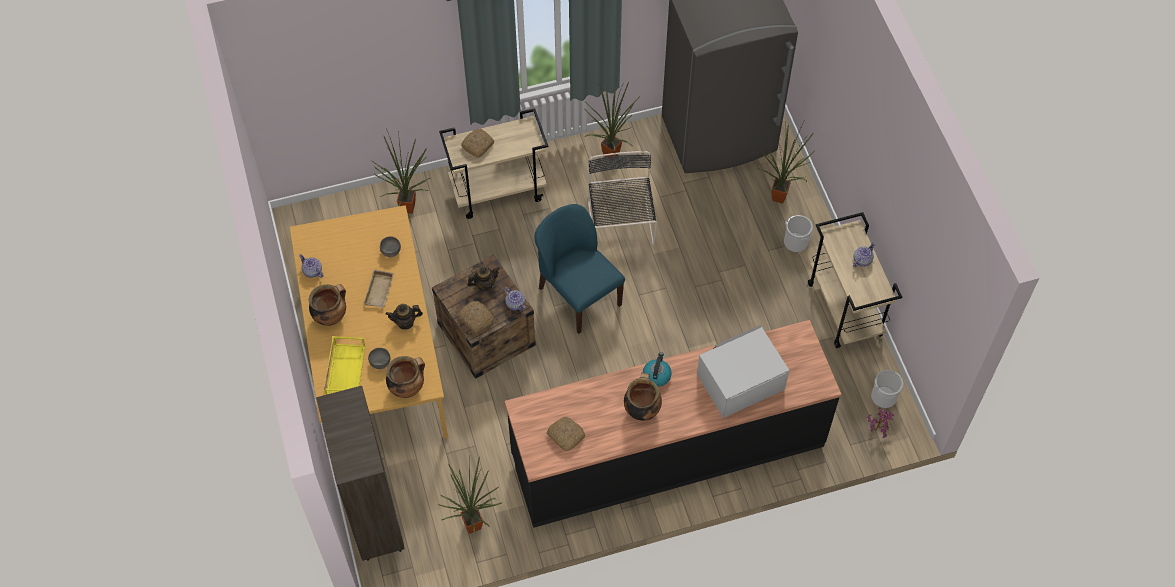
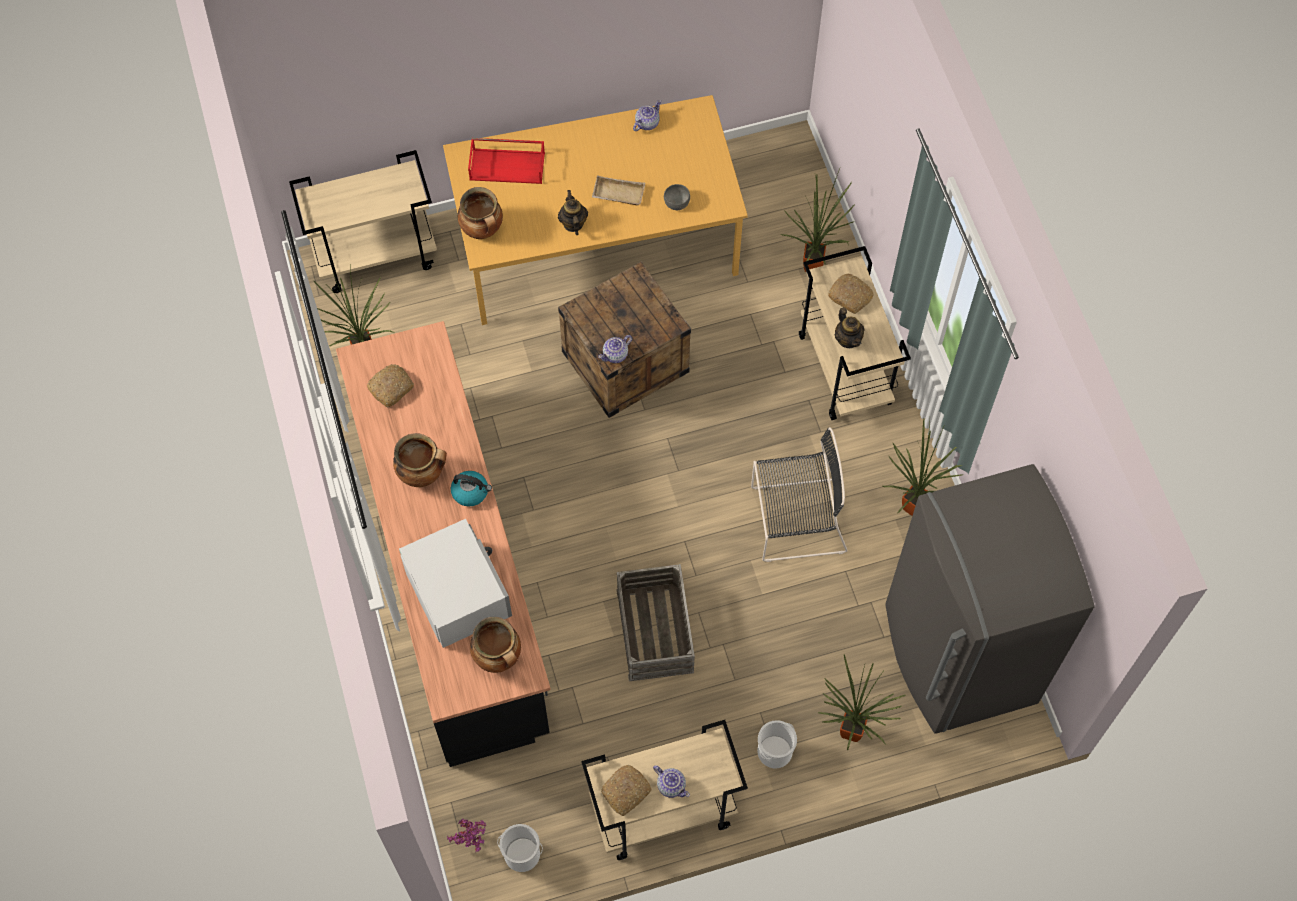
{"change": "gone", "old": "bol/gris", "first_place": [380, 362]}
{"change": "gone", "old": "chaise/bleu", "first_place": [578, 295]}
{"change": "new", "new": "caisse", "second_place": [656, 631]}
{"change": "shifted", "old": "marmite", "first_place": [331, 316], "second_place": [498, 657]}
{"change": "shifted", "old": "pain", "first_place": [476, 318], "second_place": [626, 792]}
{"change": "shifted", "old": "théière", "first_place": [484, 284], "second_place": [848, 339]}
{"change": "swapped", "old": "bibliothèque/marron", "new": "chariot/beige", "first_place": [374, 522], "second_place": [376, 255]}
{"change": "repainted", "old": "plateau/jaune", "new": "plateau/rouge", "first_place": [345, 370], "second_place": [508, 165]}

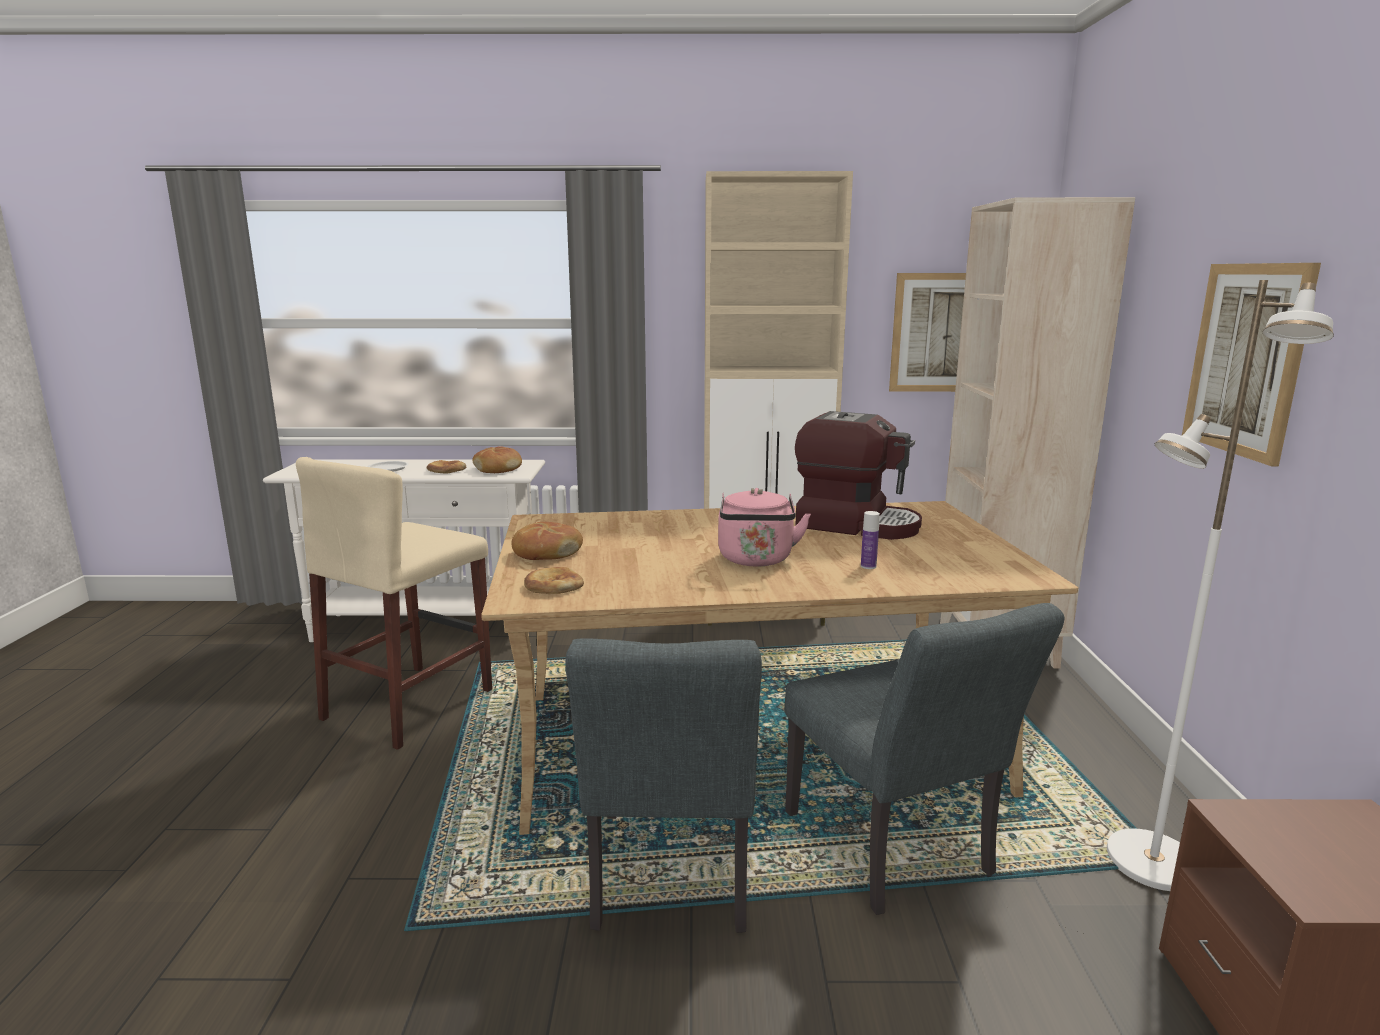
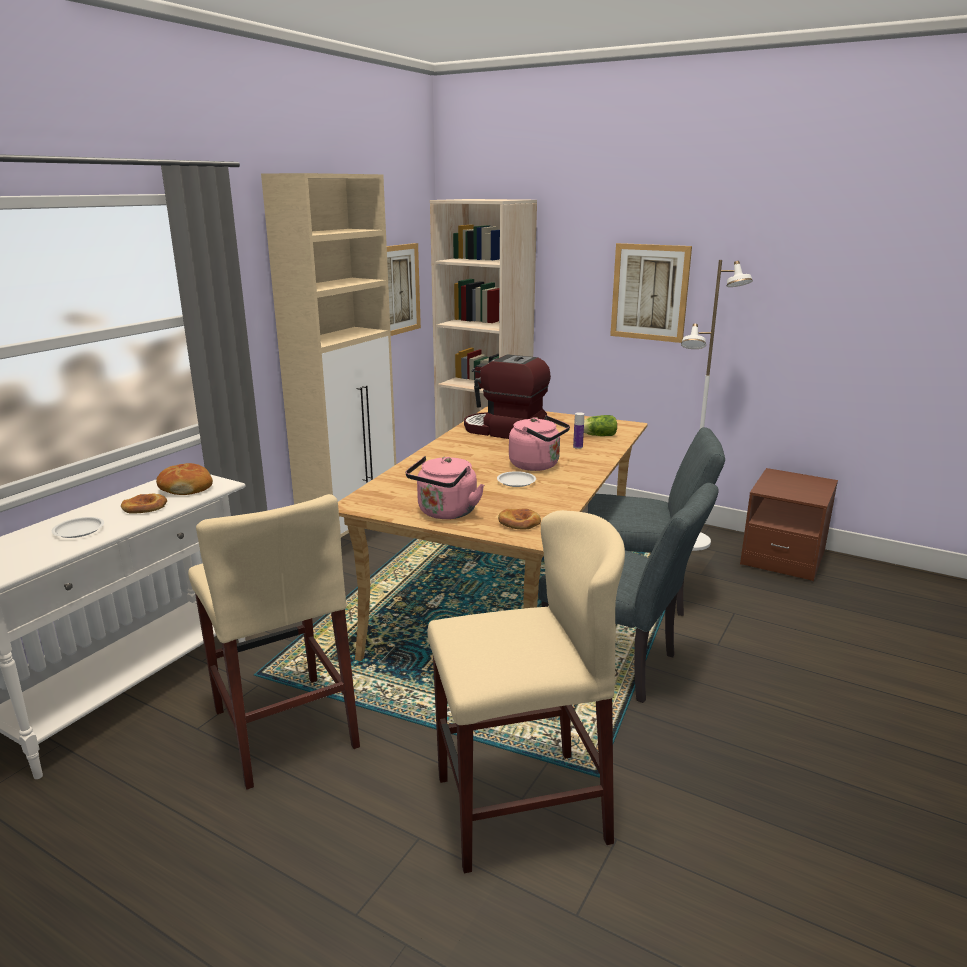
{"change": "new", "new": "tabouret/beige", "second_place": [521, 809]}
{"change": "new", "new": "assiette/blanc", "second_place": [516, 481]}
{"change": "new", "new": "laitue", "second_place": [597, 435]}
{"change": "swapped", "old": "pain", "new": "bouilloire/rose", "first_place": [546, 552], "second_place": [445, 513]}
{"change": "rotated", "old": "machine à café", "first_place": [856, 524], "second_place": [504, 431], "degrees": -120}

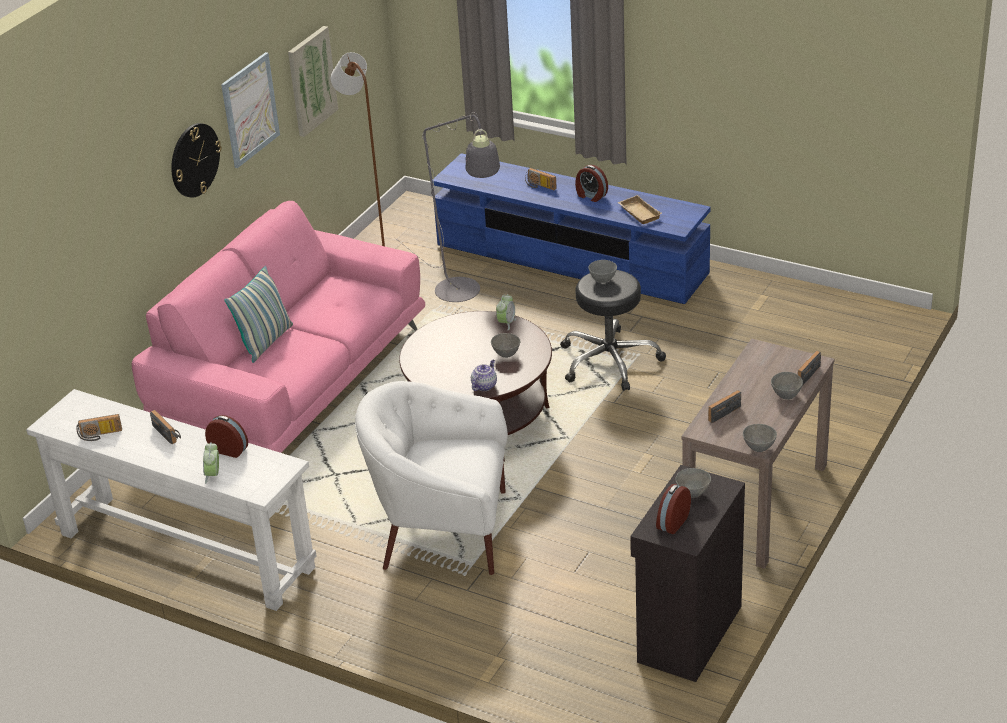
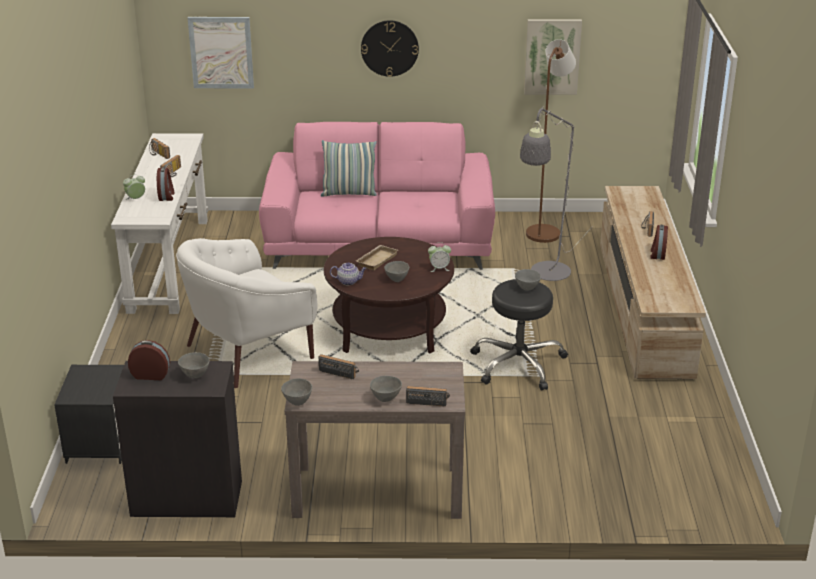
{"change": "new", "new": "table de chevet/noir", "second_place": [99, 442]}
{"change": "shifted", "old": "tableau", "first_place": [250, 109], "second_place": [221, 52]}
{"change": "shifted", "old": "plateau/beige", "first_place": [638, 213], "second_place": [376, 260]}
{"change": "repainted", "old": "meuble télé/bleu", "new": "meuble télé/beige", "first_place": [570, 260], "second_place": [643, 307]}
{"change": "rotated", "old": "fauteuil/blanc", "first_place": [443, 530], "second_place": [248, 351], "degrees": -105}

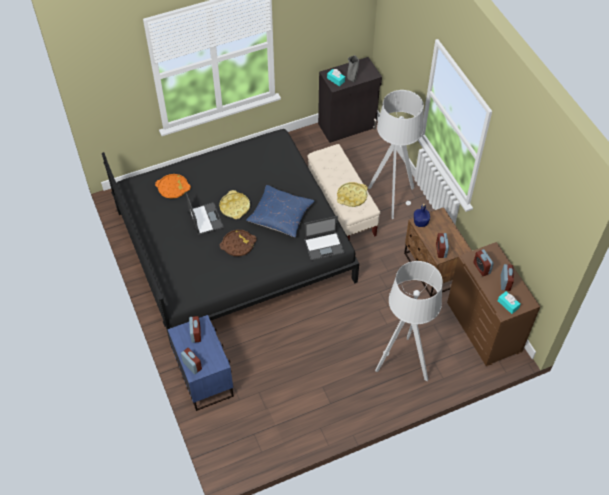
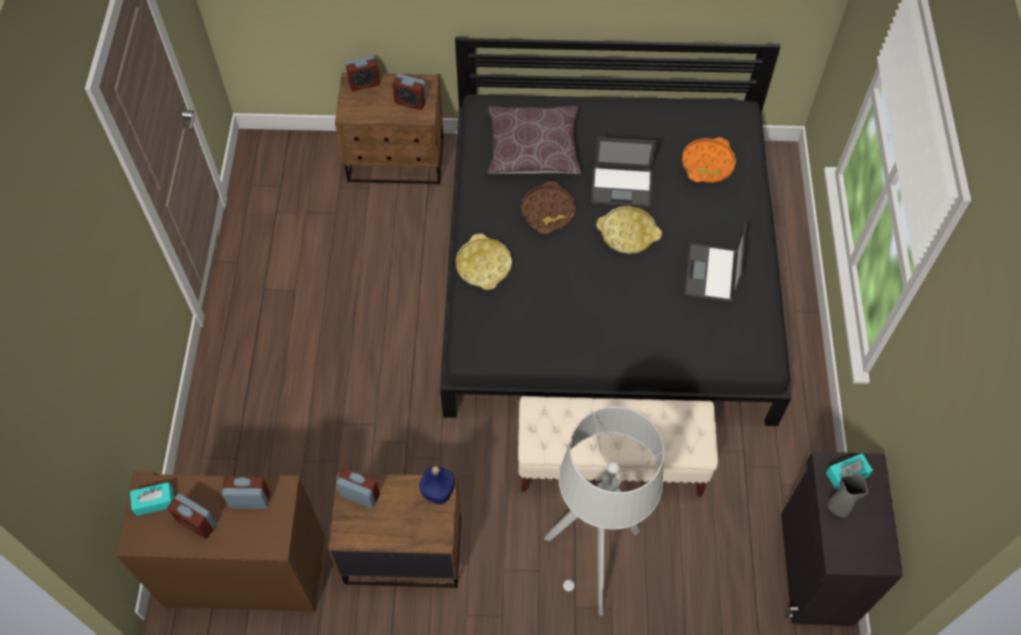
{"change": "gone", "old": "coussin/bleu", "first_place": [280, 216]}
{"change": "gone", "old": "lampadaire/gris", "first_place": [403, 362]}
{"change": "new", "new": "coussin/marron", "second_place": [533, 149]}
{"change": "shifted", "old": "ordinateur portable", "first_place": [324, 246], "second_place": [711, 274]}
{"change": "shifted", "old": "plateau/jaune", "first_place": [352, 196], "second_place": [483, 265]}
{"change": "repainted", "old": "table de chevet/bleu", "new": "table de chevet/marron", "first_place": [205, 377], "second_place": [396, 161]}

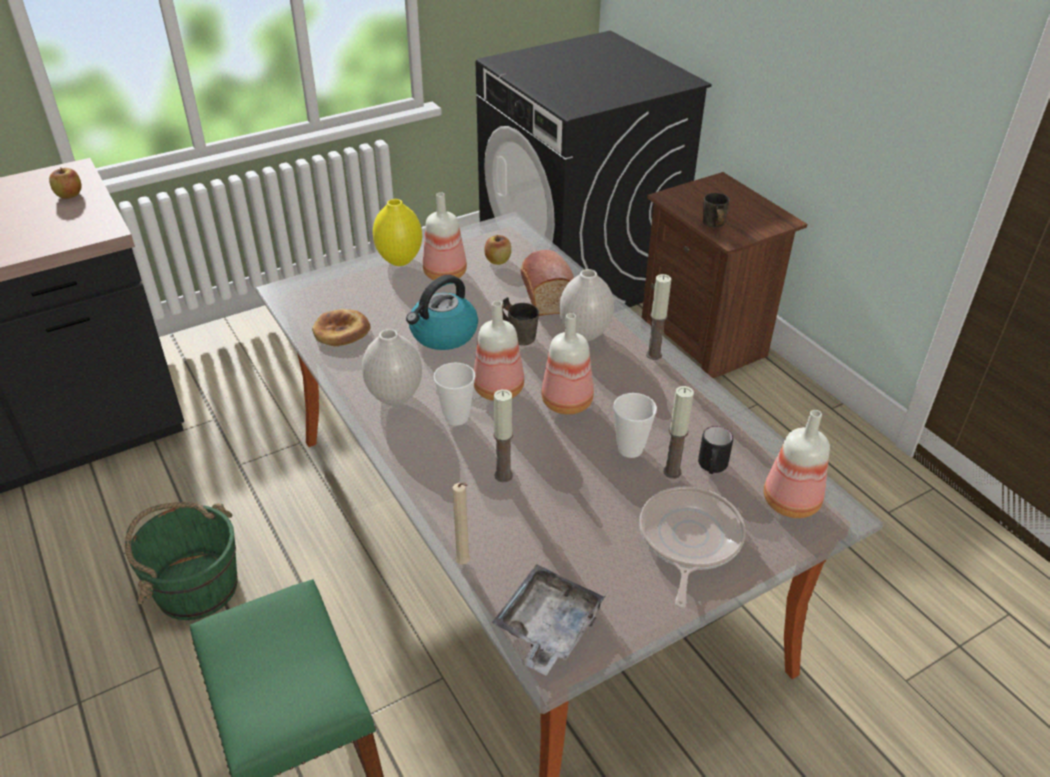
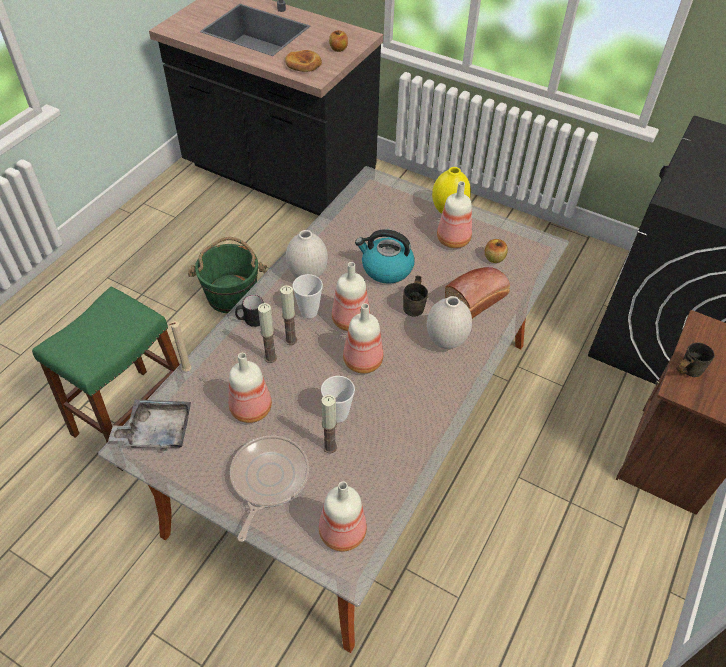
{"change": "new", "new": "bouteille", "second_place": [250, 408]}
{"change": "shifted", "old": "pain", "first_place": [341, 331], "second_place": [303, 64]}
{"change": "shifted", "old": "bougie", "first_place": [654, 355], "second_place": [290, 340]}
{"change": "shifted", "old": "mug/noir", "first_place": [712, 467], "second_place": [251, 320]}
{"change": "rotated", "old": "poêle", "first_place": [688, 540], "second_place": [268, 479], "degrees": -60}

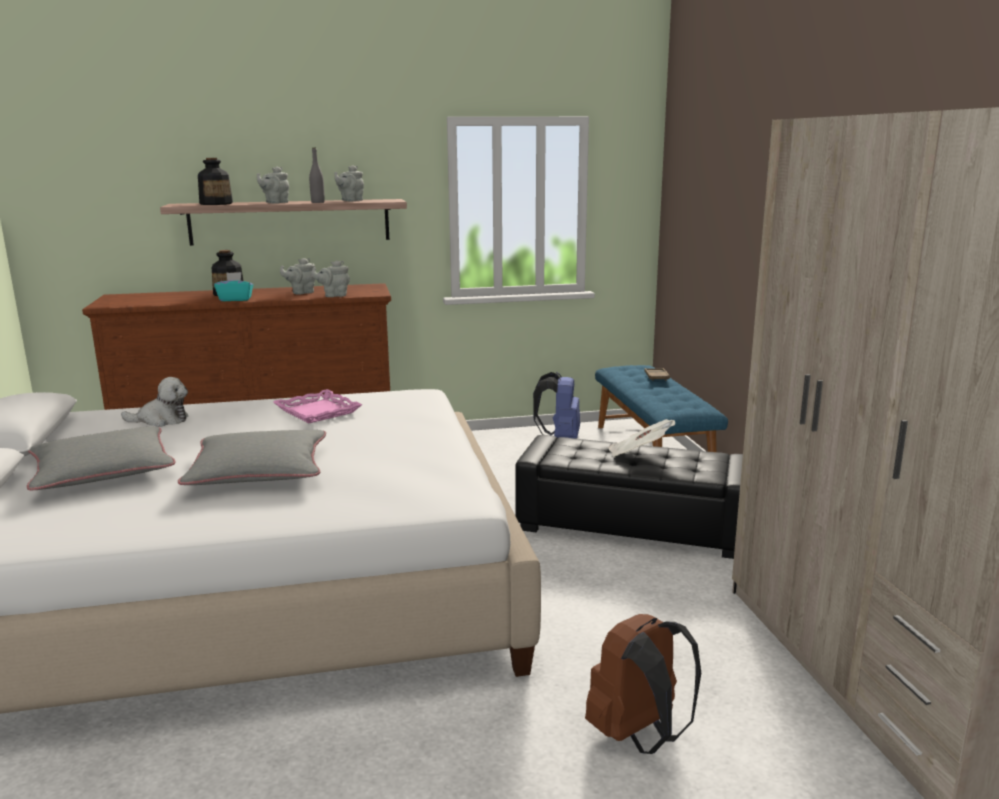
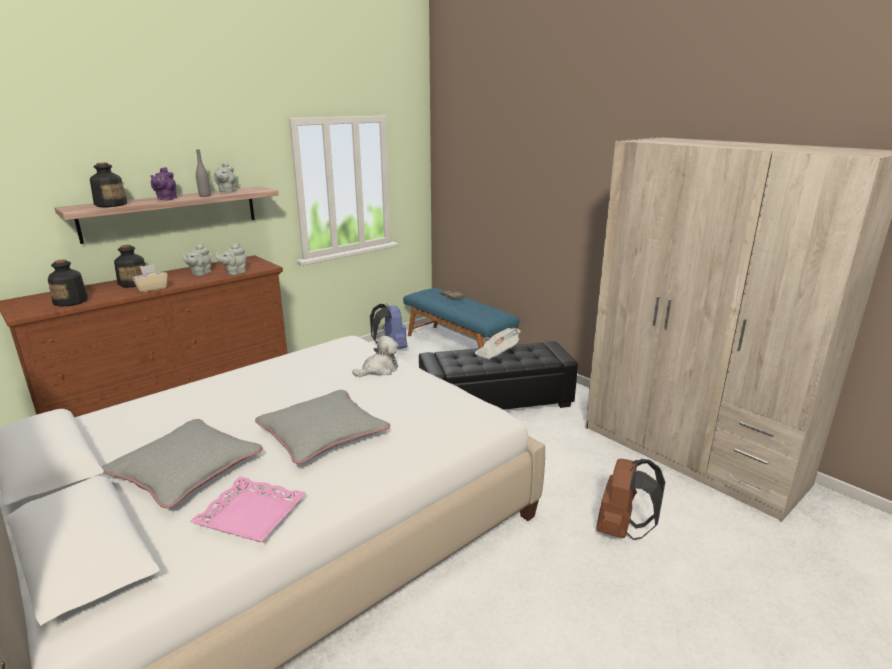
{"change": "new", "new": "bouteille", "second_place": [71, 301]}
{"change": "shifted", "old": "peluche", "first_place": [161, 420], "second_place": [379, 370]}
{"change": "shifted", "old": "plateau/rose", "first_place": [317, 412], "second_place": [250, 515]}
{"change": "repainted", "old": "boîte à mouchoirs/turquoise", "new": "boîte à mouchoirs/beige", "first_place": [235, 299], "second_place": [152, 288]}
{"change": "repainted", "old": "théière/gris", "new": "théière/violet", "first_place": [275, 202], "second_place": [166, 199]}

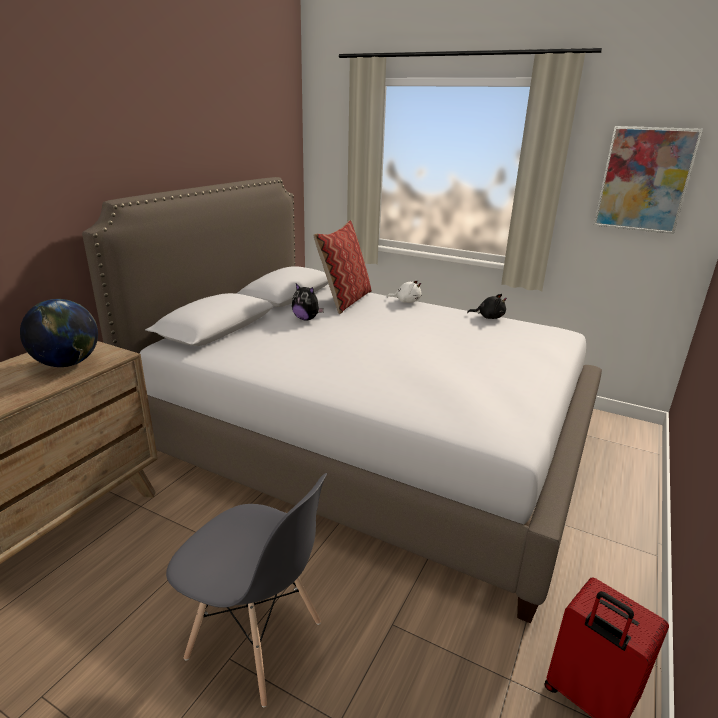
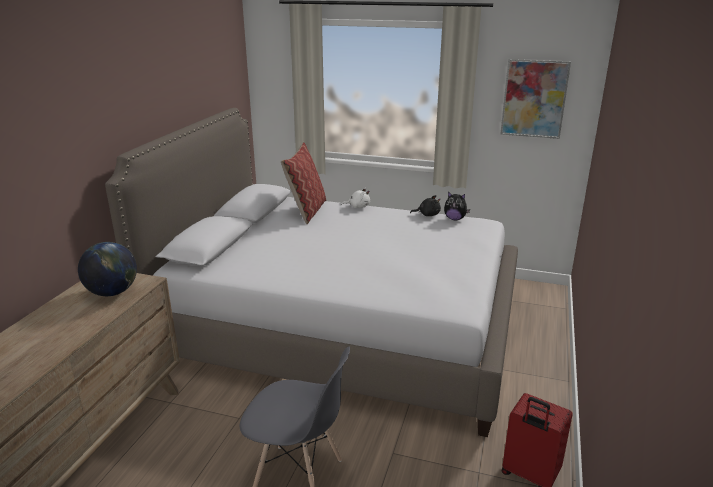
{"change": "shifted", "old": "peluche", "first_place": [306, 319], "second_place": [455, 219]}

